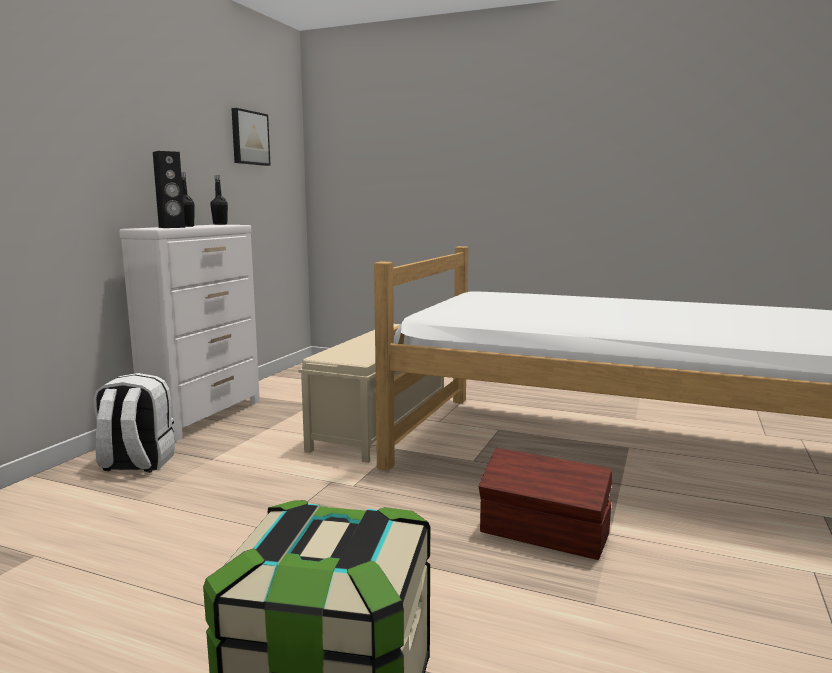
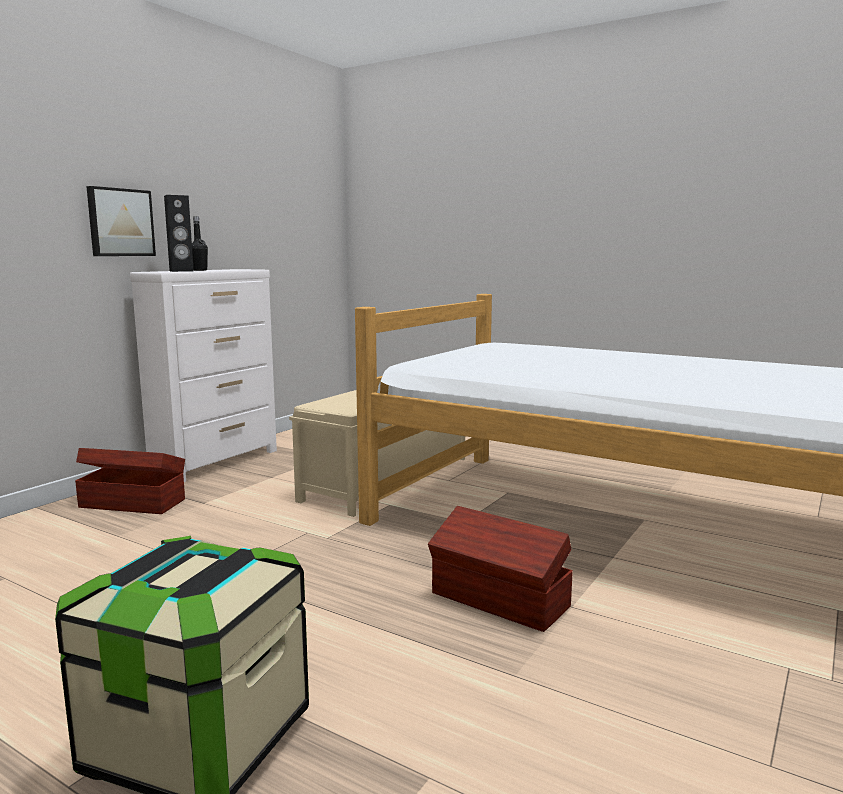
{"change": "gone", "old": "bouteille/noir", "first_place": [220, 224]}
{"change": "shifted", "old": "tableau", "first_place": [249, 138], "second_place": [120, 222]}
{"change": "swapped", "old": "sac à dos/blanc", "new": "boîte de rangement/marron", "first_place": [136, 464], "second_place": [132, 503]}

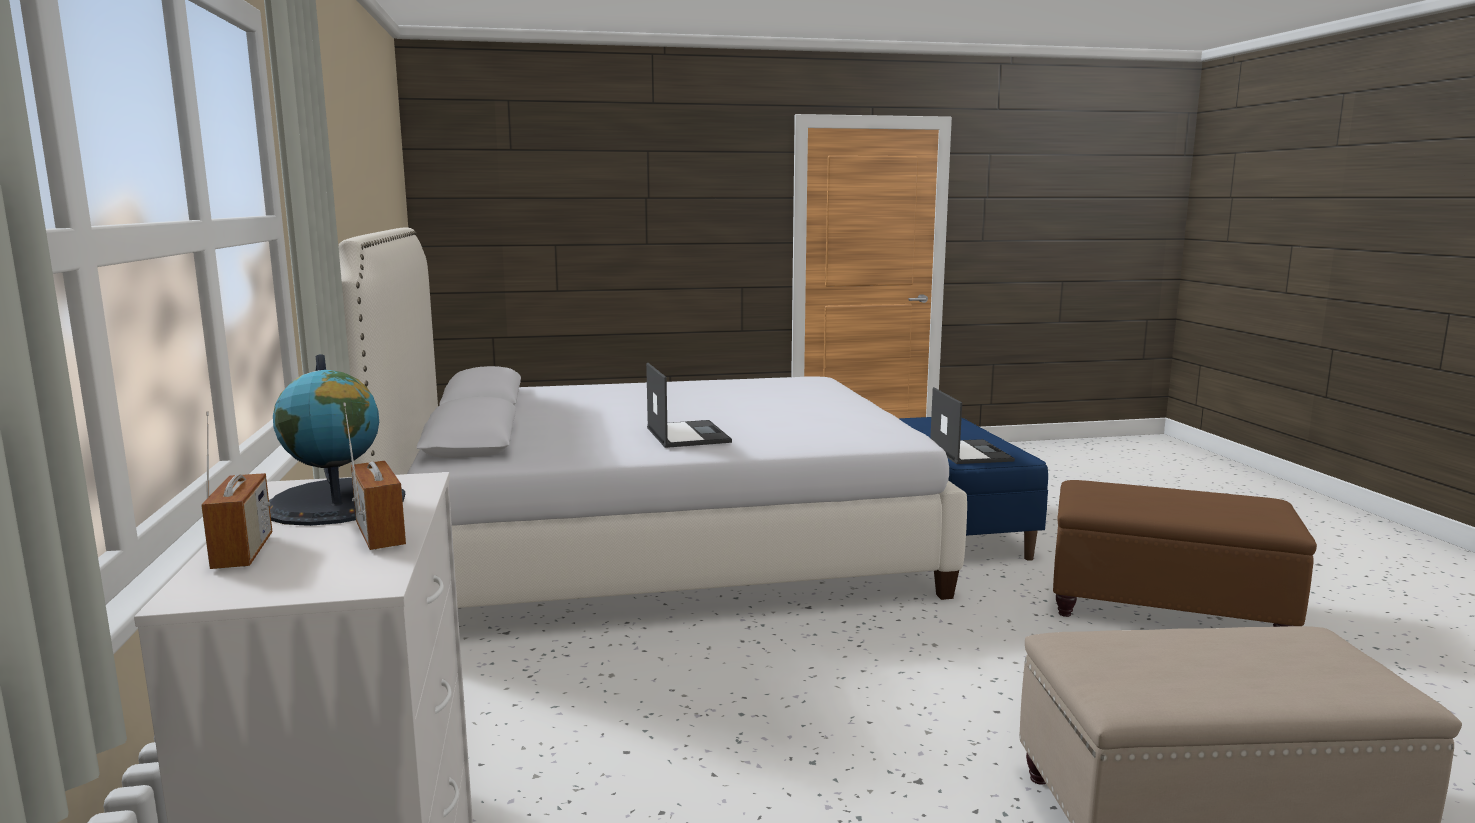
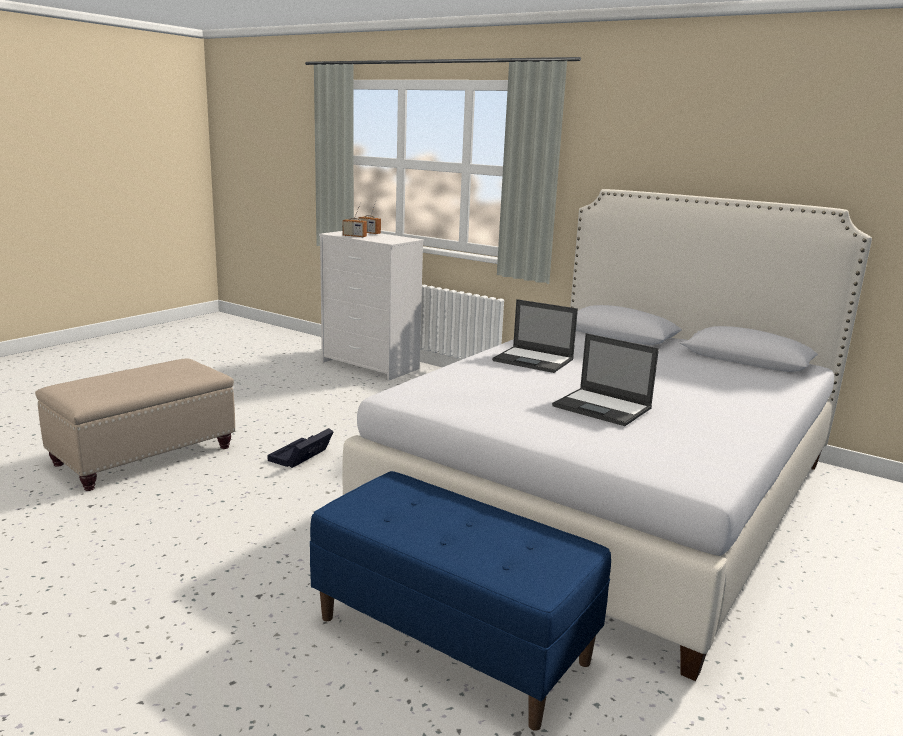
{"change": "gone", "old": "globe", "first_place": [336, 503]}
{"change": "gone", "old": "pouf/marron", "first_place": [1168, 609]}
{"change": "new", "new": "boîte de rangement/noir", "second_place": [300, 457]}
{"change": "shifted", "old": "ordinateur portable", "first_place": [969, 452], "second_place": [603, 407]}

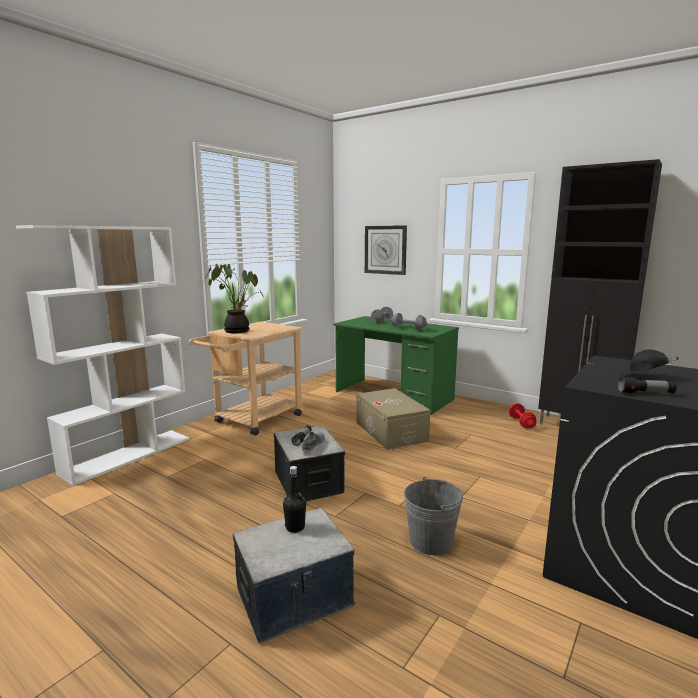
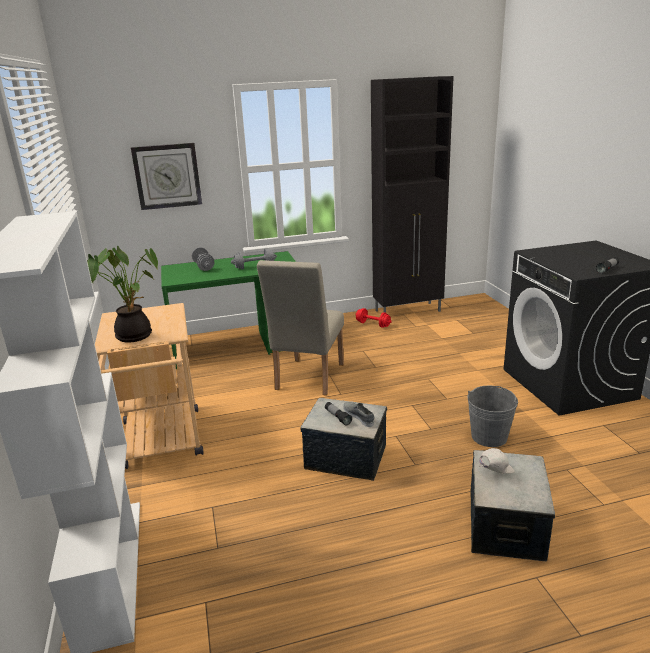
{"change": "gone", "old": "casquette/noir", "first_place": [643, 377]}
{"change": "swapped", "old": "bouteille/noir", "new": "casquette/blanc", "first_place": [295, 527], "second_place": [494, 471]}
{"change": "swapped", "old": "boîte de rangement/beige", "new": "chaise/beige", "first_place": [390, 431], "second_place": [307, 379]}

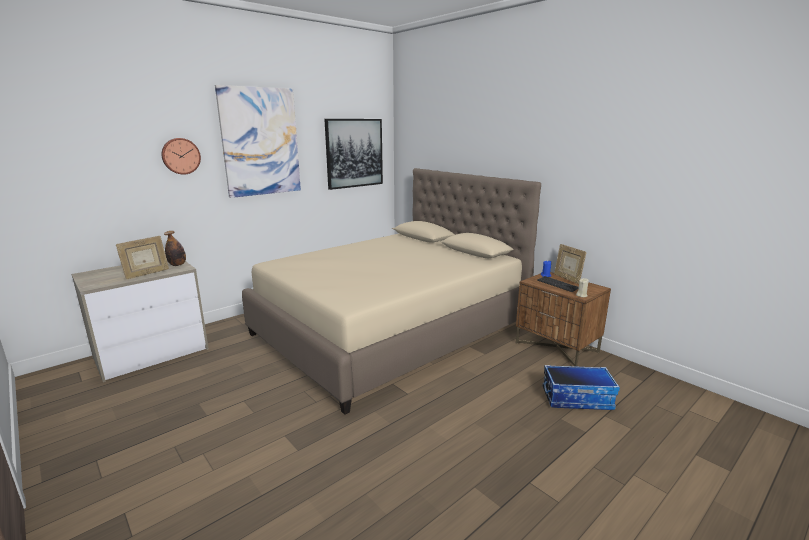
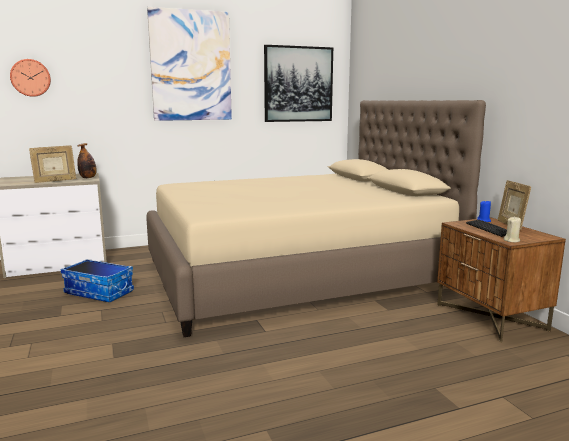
{"change": "shifted", "old": "horloge murale", "first_place": [180, 156], "second_place": [30, 78]}
{"change": "shifted", "old": "boîte de rangement", "first_place": [577, 398], "second_place": [100, 292]}

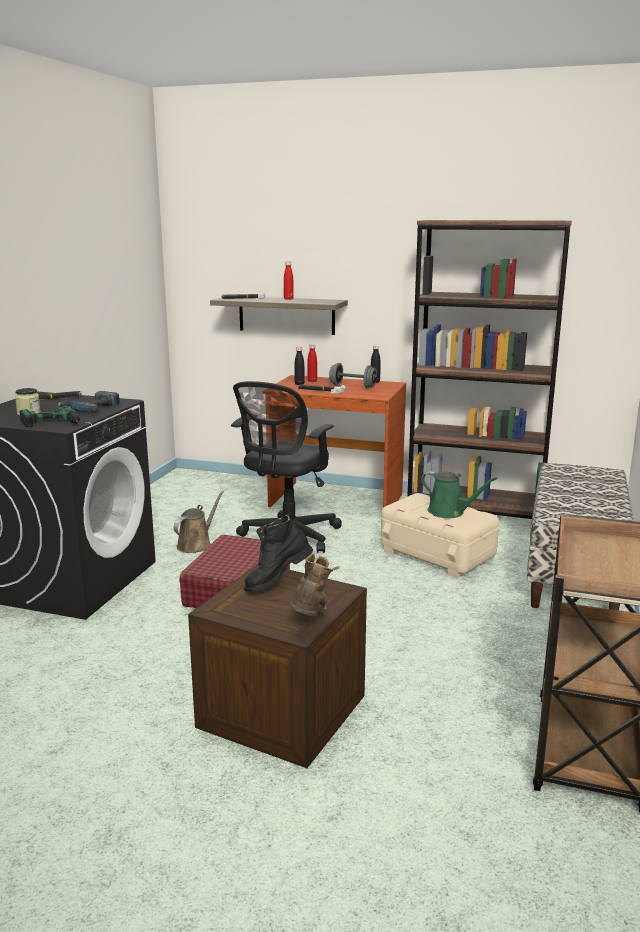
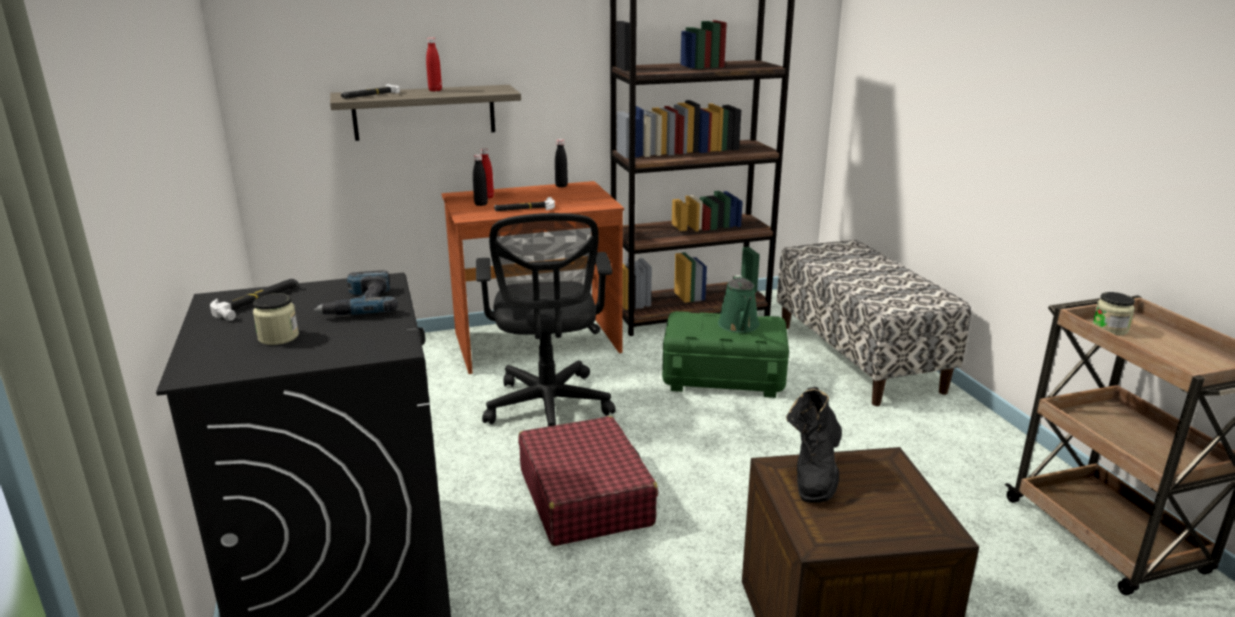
{"change": "gone", "old": "perceuse", "first_place": [53, 424]}
{"change": "gone", "old": "arrosoir/marron", "first_place": [196, 544]}
{"change": "gone", "old": "botte/marron", "first_place": [311, 619]}
{"change": "gone", "old": "haltère/gris", "first_place": [353, 386]}
{"change": "new", "new": "bocal", "second_place": [1109, 329]}
{"change": "repainted", "old": "boîte de rangement/beige", "new": "boîte de rangement/vert", "first_place": [437, 554], "second_place": [723, 376]}
{"change": "rotated", "old": "arrosoir/vert", "first_place": [449, 512], "second_place": [739, 326], "degrees": 90}

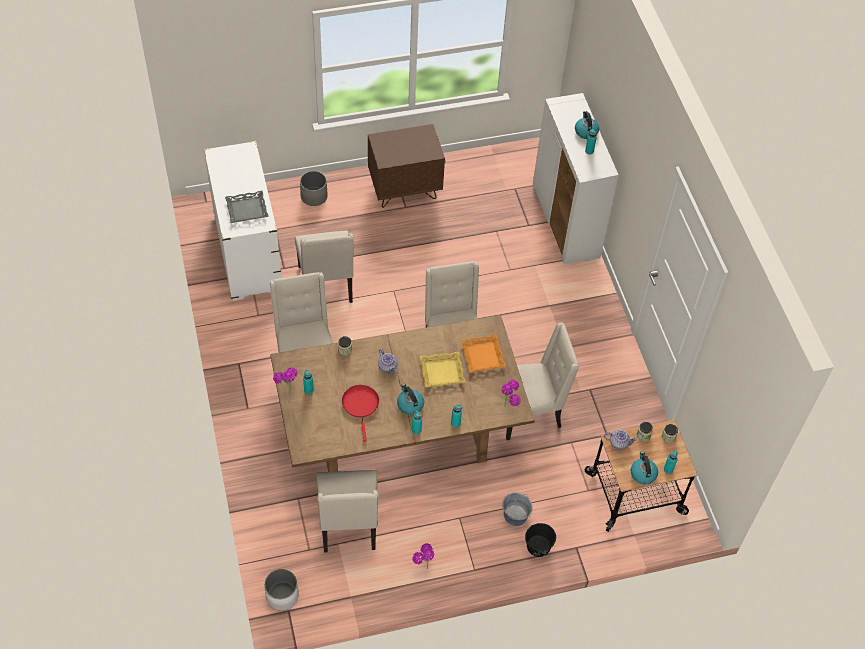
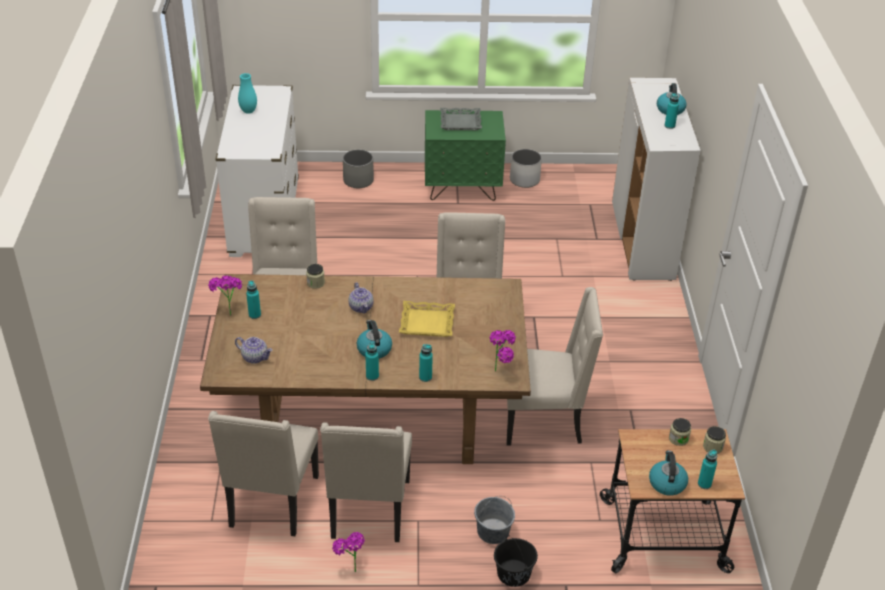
{"change": "gone", "old": "poêle/rouge", "first_place": [361, 405]}
{"change": "gone", "old": "plateau/orange", "first_place": [483, 356]}
{"change": "new", "new": "vase/turquoise", "second_place": [248, 111]}
{"change": "shifted", "old": "plateau/gris", "first_place": [247, 209], "second_place": [460, 122]}
{"change": "shifted", "old": "cache-pot/blanc", "first_place": [282, 595], "second_place": [524, 180]}
{"change": "shifted", "old": "chaise/beige", "first_place": [327, 285], "second_place": [369, 511]}
{"change": "shifted", "old": "théière", "first_place": [619, 443], "second_place": [255, 357]}
{"change": "repainted", "old": "table de chevet/marron", "new": "table de chevet/vert", "first_place": [405, 189], "second_place": [462, 188]}

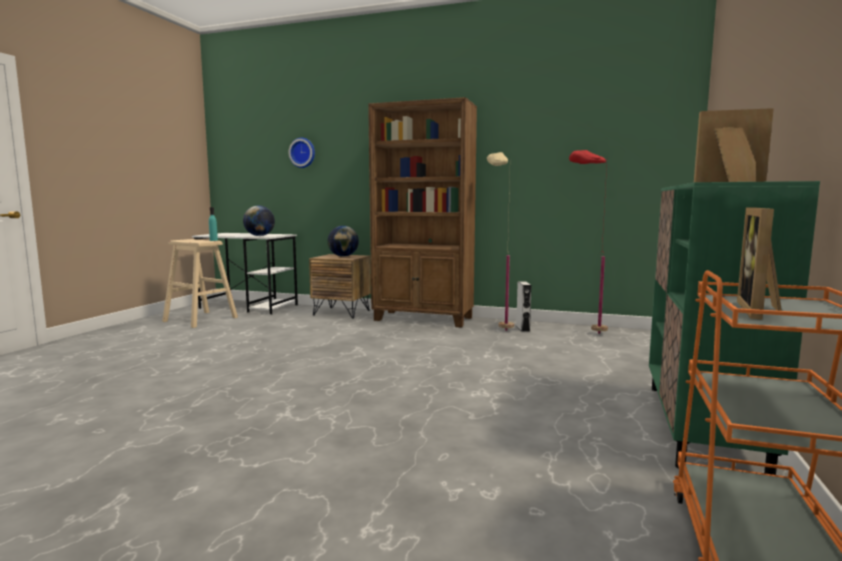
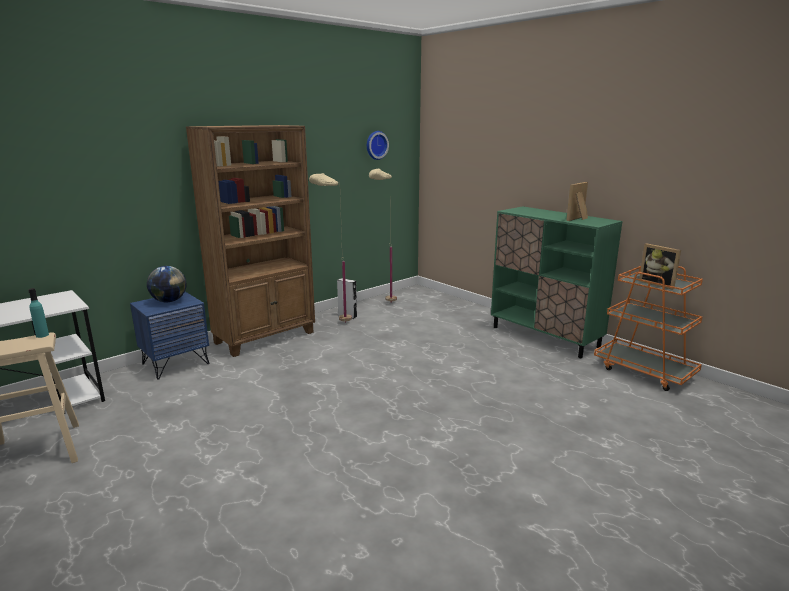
{"change": "gone", "old": "globe", "first_place": [259, 236]}
{"change": "shifted", "old": "horloge murale", "first_place": [303, 153], "second_place": [376, 145]}
{"change": "repainted", "old": "table de chevet/marron", "new": "table de chevet/bleu", "first_place": [342, 313], "second_place": [175, 364]}
{"change": "repainted", "old": "lampadaire/rouge", "new": "lampadaire/beige", "first_place": [584, 333], "second_place": [384, 305]}

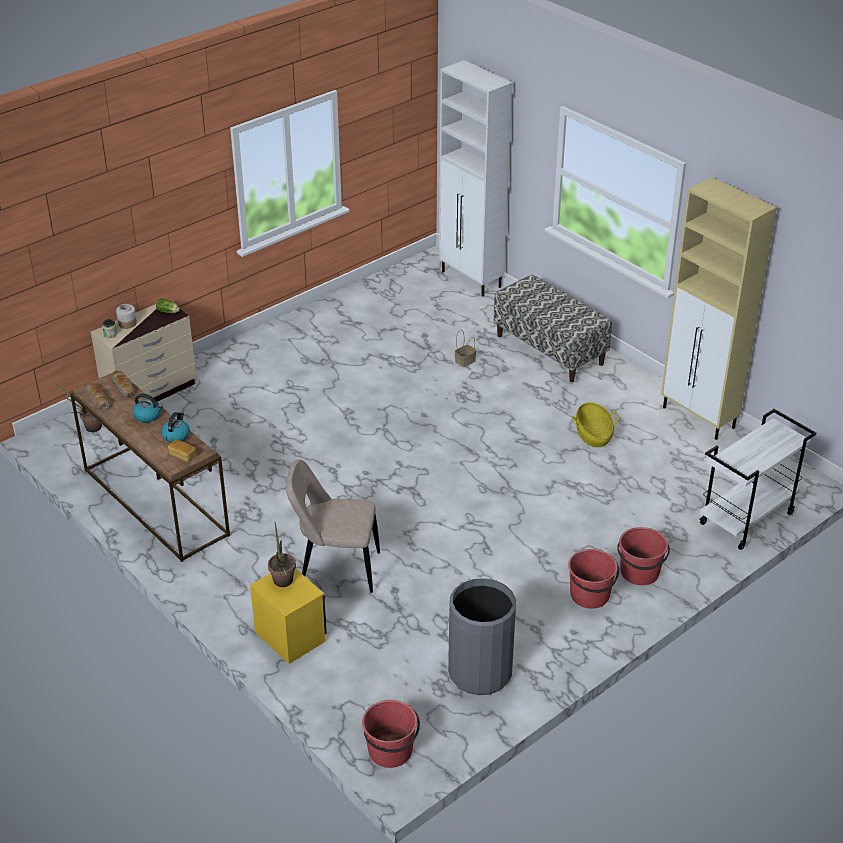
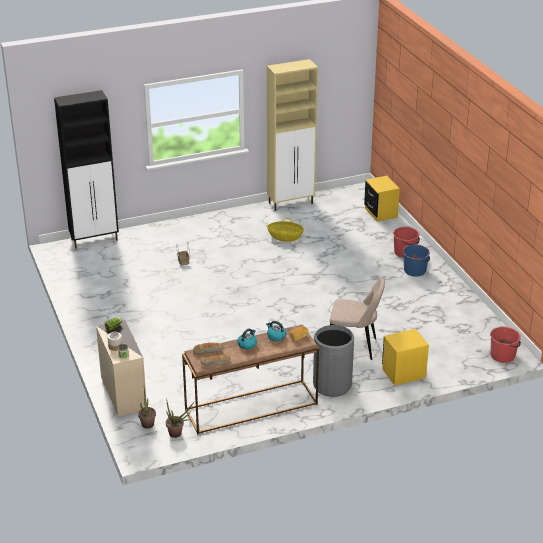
{"change": "gone", "old": "banc", "first_place": [550, 350]}
{"change": "shifted", "old": "plante en pot", "first_place": [283, 584], "second_place": [178, 434]}
{"change": "shifted", "old": "poubelle/gris", "first_place": [480, 672], "second_place": [332, 385]}
{"change": "swapped", "old": "chariot/blanc", "new": "table de chevet/jaune", "first_place": [746, 519], "second_place": [380, 213]}
{"change": "repainted", "old": "meuble de rangement/blanc", "new": "meuble de rangement/noir", "first_place": [471, 280], "second_place": [95, 240]}
{"change": "repainted", "old": "seau/rouge", "new": "seau/bleu", "first_place": [590, 595], "second_place": [415, 270]}
{"change": "rotated", "old": "chaise/beige", "first_place": [335, 569], "second_place": [354, 347], "degrees": -105}

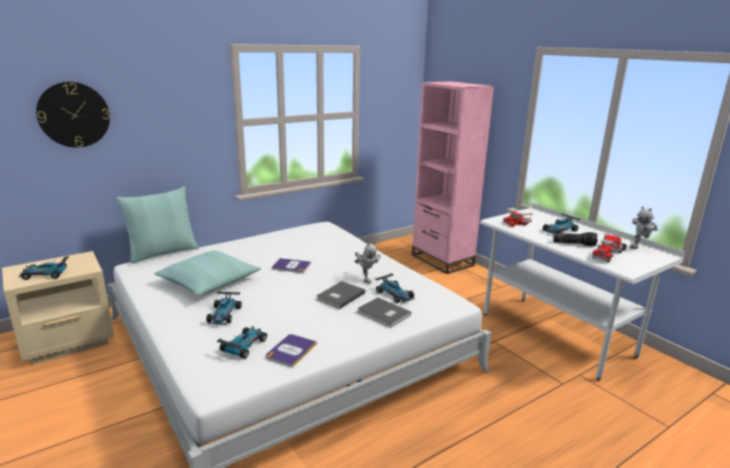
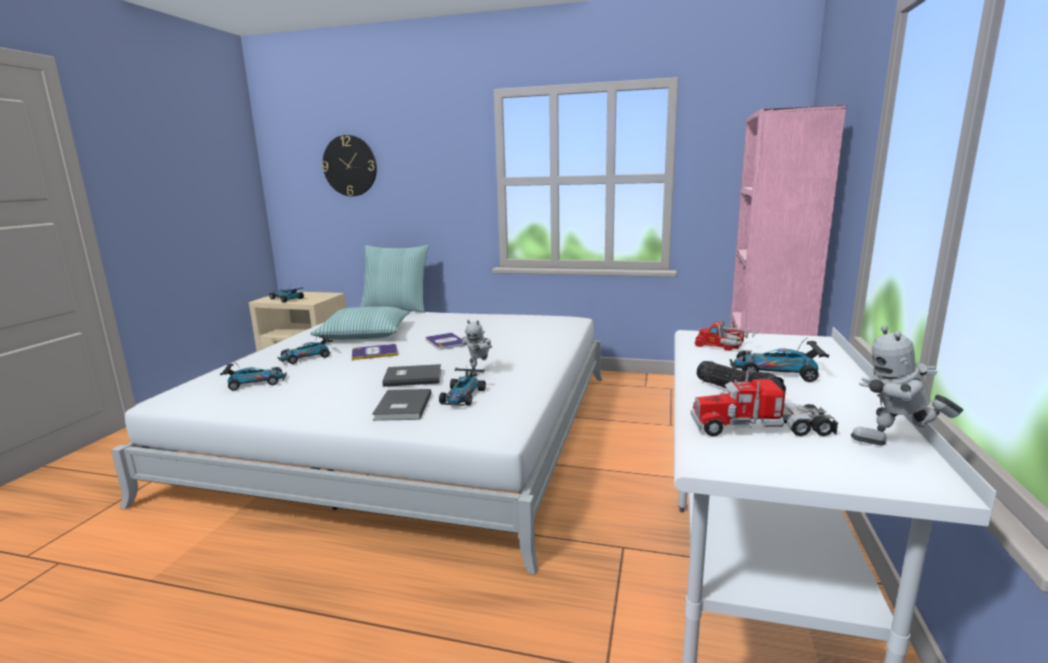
{"change": "shifted", "old": "livre", "first_place": [291, 351], "second_place": [375, 353]}

